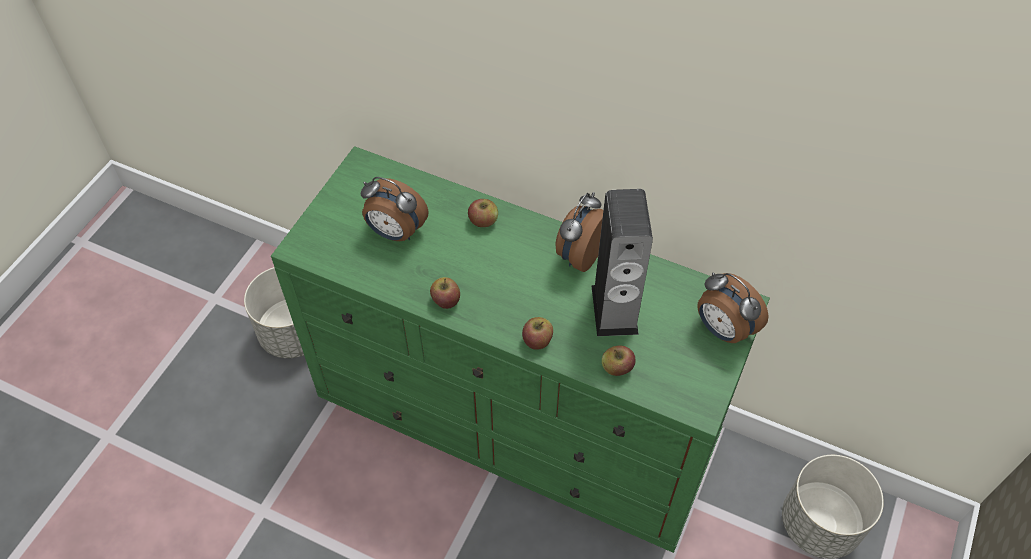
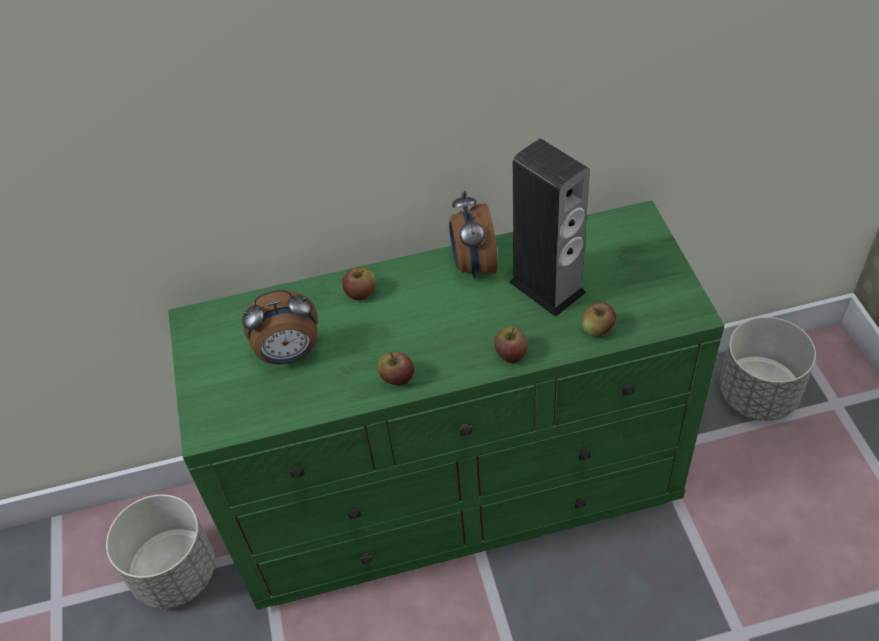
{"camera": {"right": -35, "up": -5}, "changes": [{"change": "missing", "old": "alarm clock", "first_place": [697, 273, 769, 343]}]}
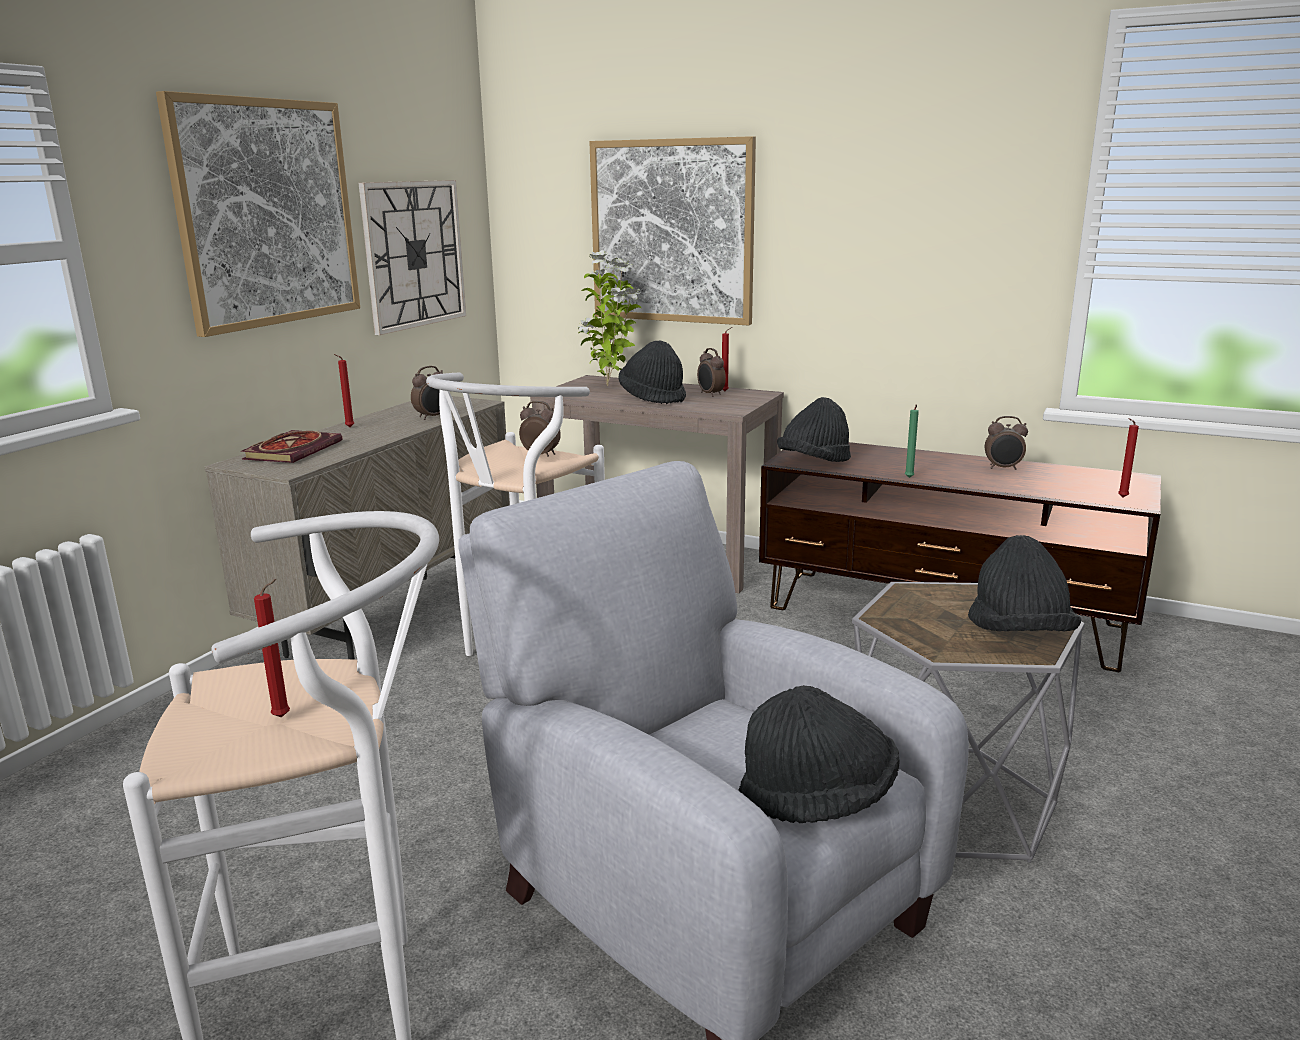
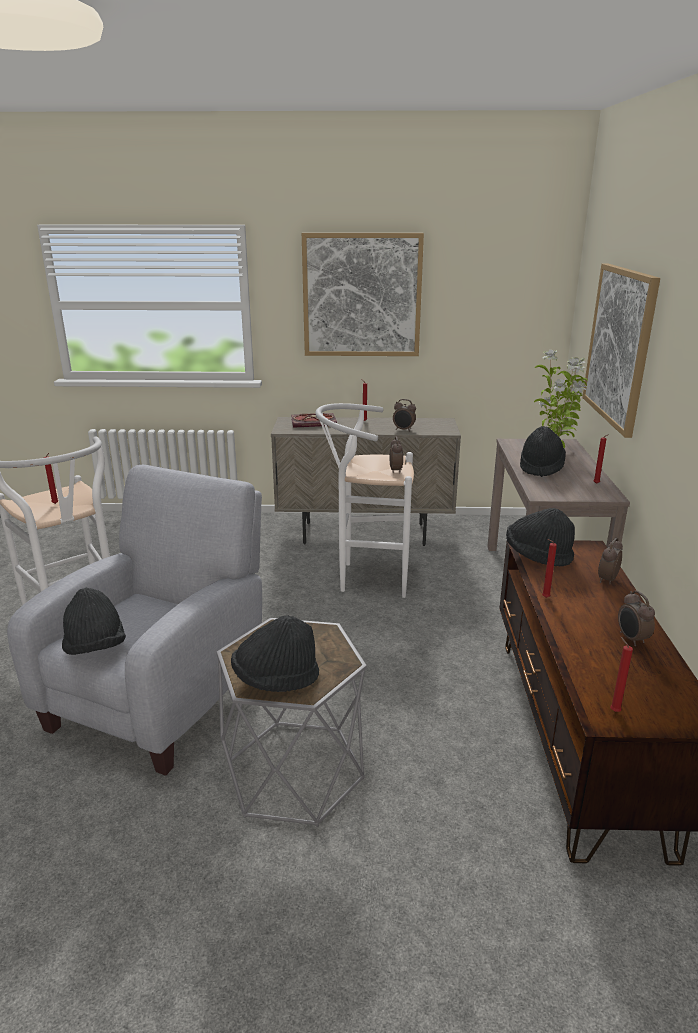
{"camera": {"right": 65, "up": 5}, "changes": [{"change": "colour", "old": "green candle", "new": "red candle", "first_place": [905, 404, 919, 478], "second_place": [542, 539, 557, 598]}, {"change": "relocated", "old": "alarm clock", "first_place": [697, 348, 726, 397], "second_place": [598, 538, 623, 584]}, {"change": "missing", "old": "wall clock", "first_place": [359, 180, 466, 335]}]}
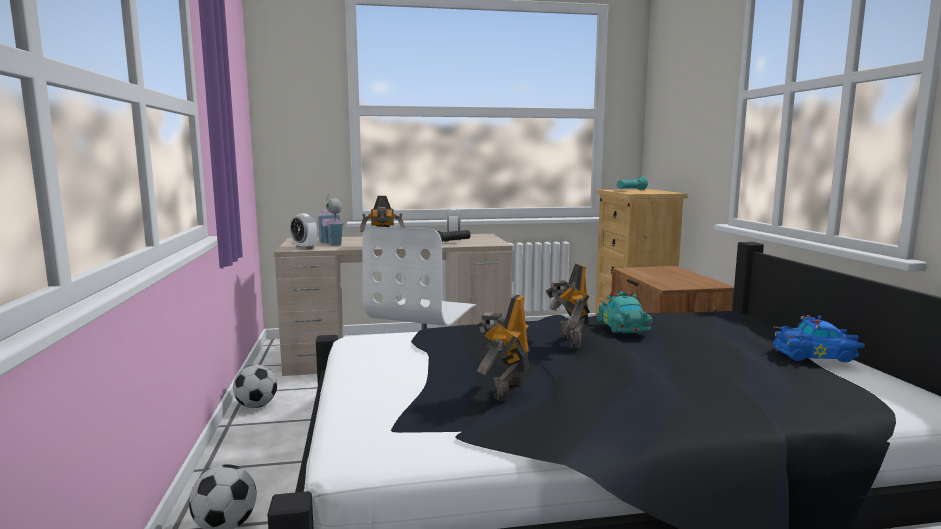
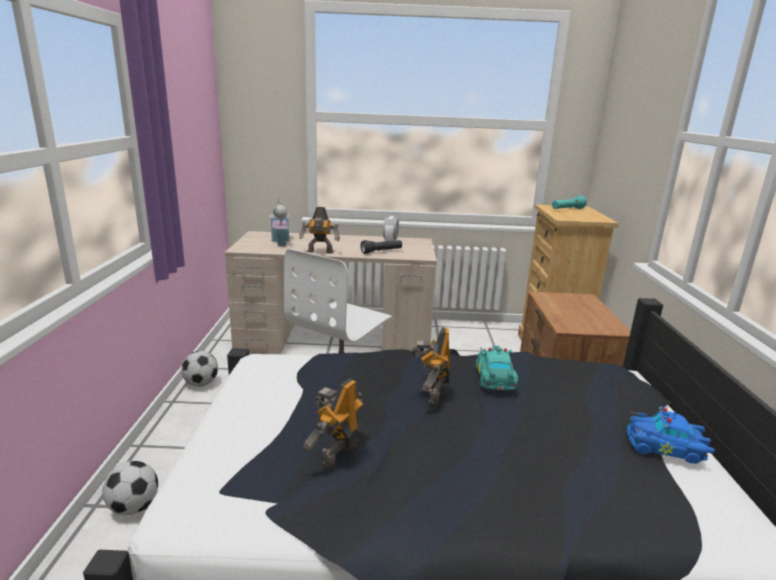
{"camera": {"right": 10, "up": 10}, "changes": [{"change": "missing", "old": "alarm clock", "first_place": [290, 213, 318, 250]}]}
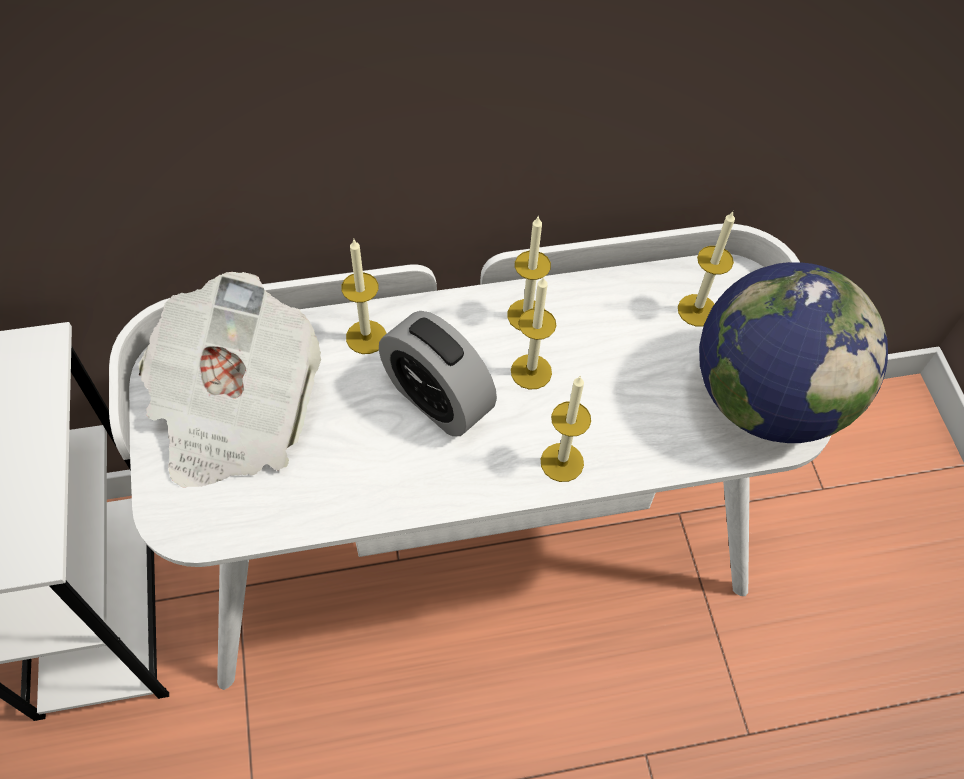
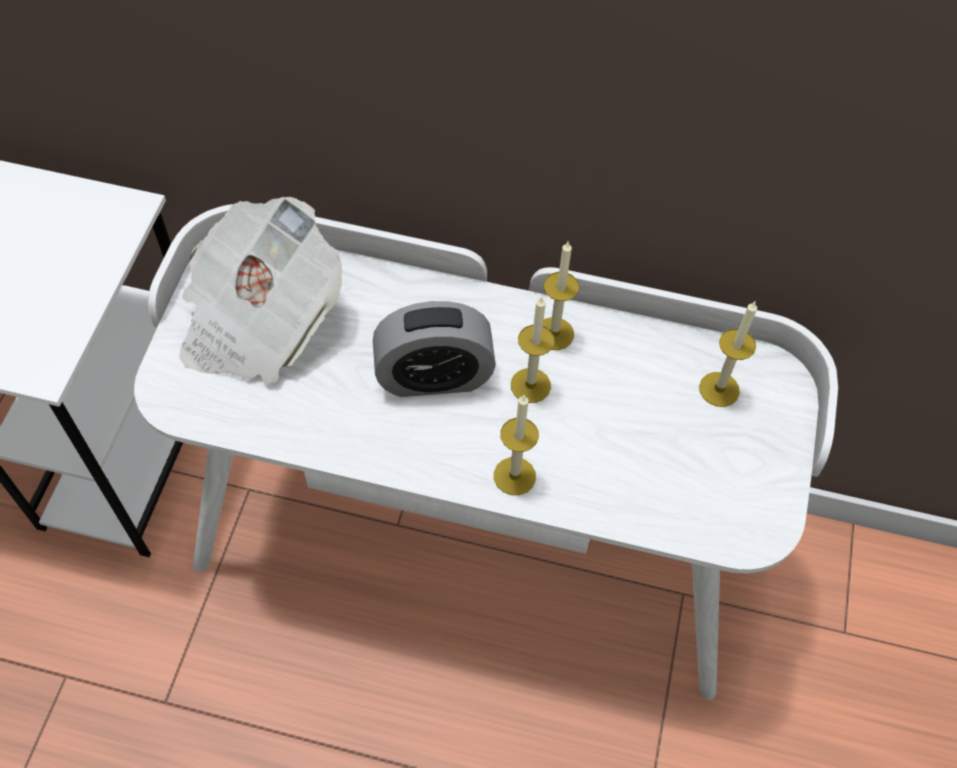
{"camera": {"right": 25, "up": 0}, "changes": [{"change": "spun", "old": "alarm clock", "first_place": [379, 311, 497, 436], "second_place": [373, 301, 496, 397], "degrees": -75}, {"change": "missing", "old": "candle", "first_place": [342, 239, 386, 354]}, {"change": "missing", "old": "globe", "first_place": [699, 262, 888, 443]}]}
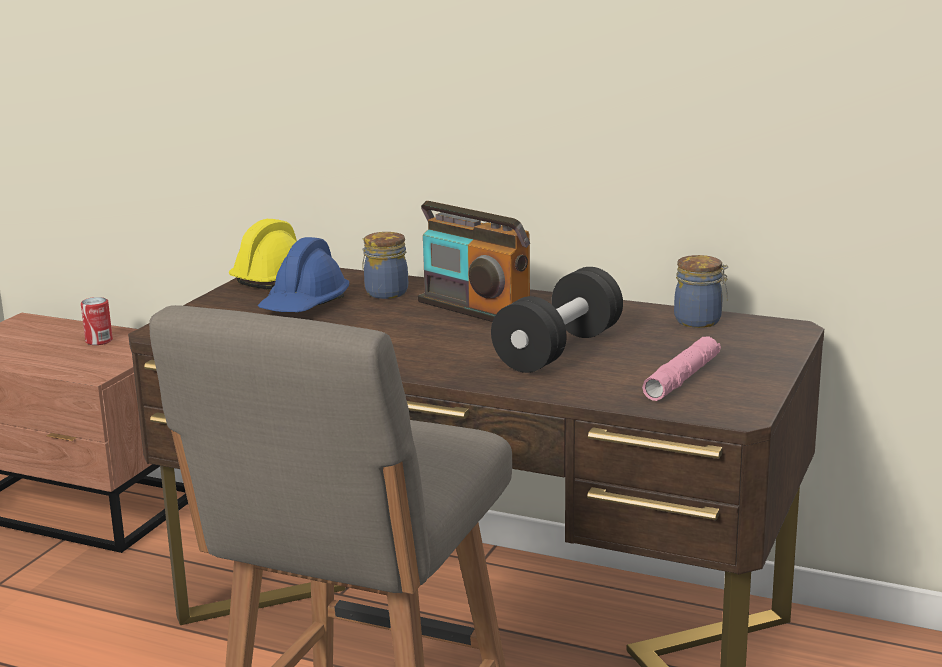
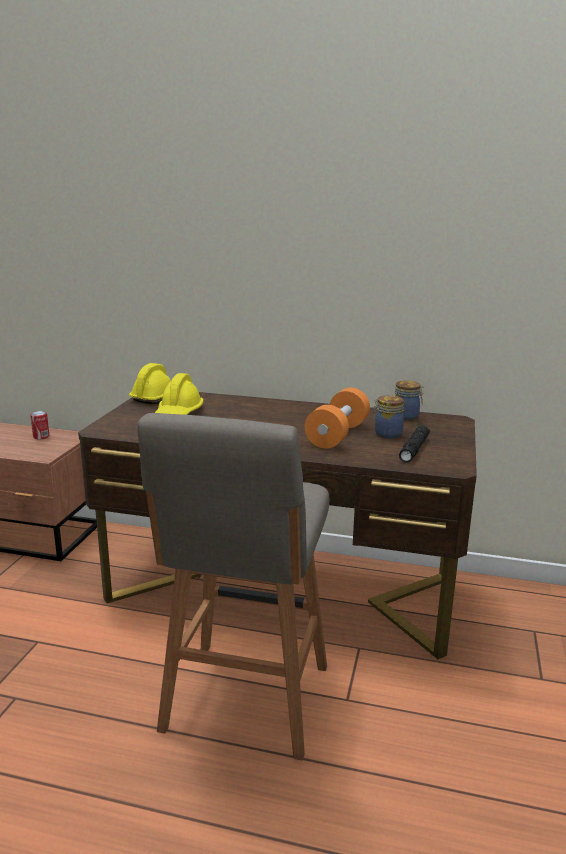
{"camera": {"right": -10, "up": 0}, "changes": [{"change": "colour", "old": "blue hard hat", "new": "yellow hard hat", "first_place": [258, 237, 349, 312], "second_place": [155, 373, 203, 415]}, {"change": "colour", "old": "black dumbbell", "new": "orange dumbbell", "first_place": [491, 267, 623, 373], "second_place": [305, 388, 370, 449]}, {"change": "relocated", "old": "jar", "first_place": [362, 232, 408, 299], "second_place": [372, 395, 404, 439]}, {"change": "colour", "old": "pink flashlight", "new": "black flashlight", "first_place": [642, 336, 721, 401], "second_place": [399, 425, 430, 463]}, {"change": "missing", "old": "radio", "first_place": [418, 201, 530, 322]}]}
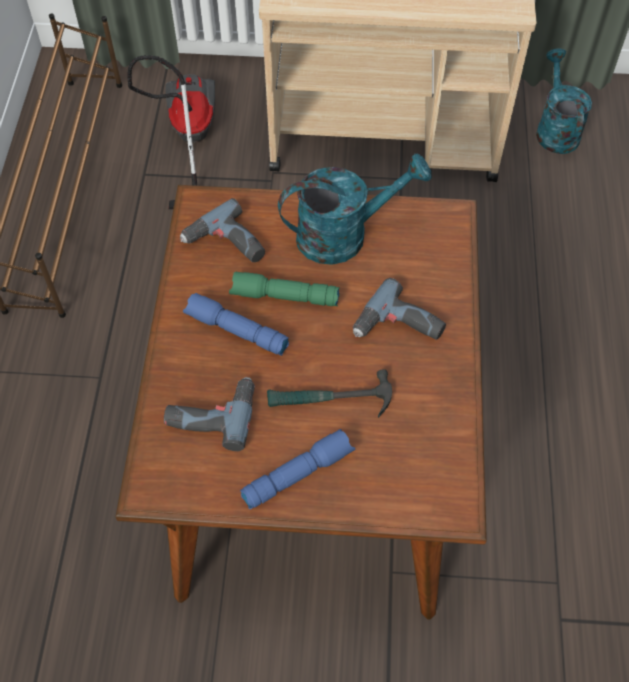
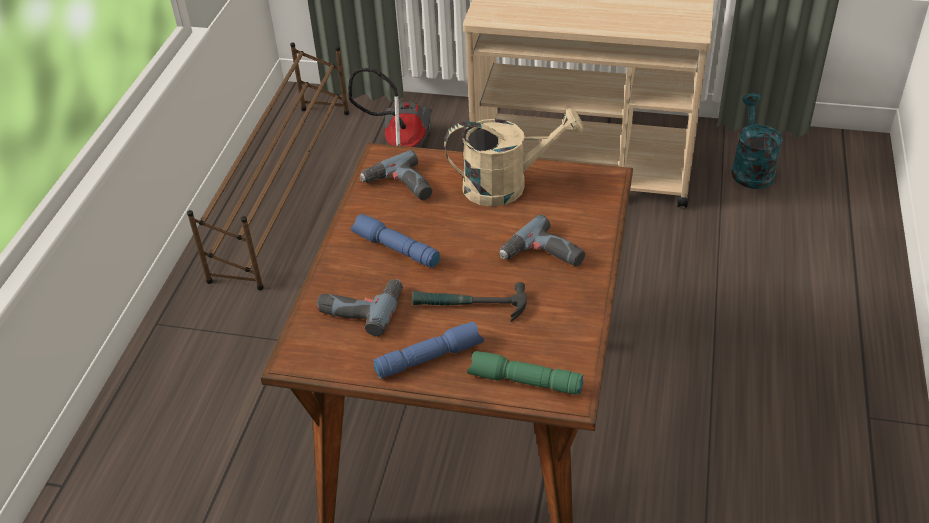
{"camera": {"right": 10, "up": -15}, "changes": [{"change": "colour", "old": "turquoise watering can", "new": "beige watering can", "first_place": [278, 154, 432, 265], "second_place": [444, 108, 583, 207]}, {"change": "relocated", "old": "green flashlight", "first_place": [229, 272, 340, 306], "second_place": [467, 351, 584, 395]}]}
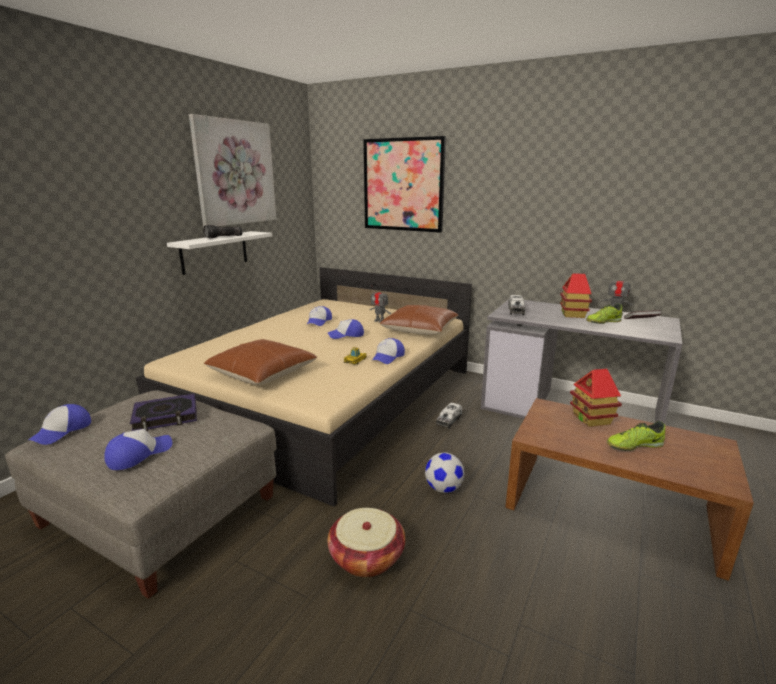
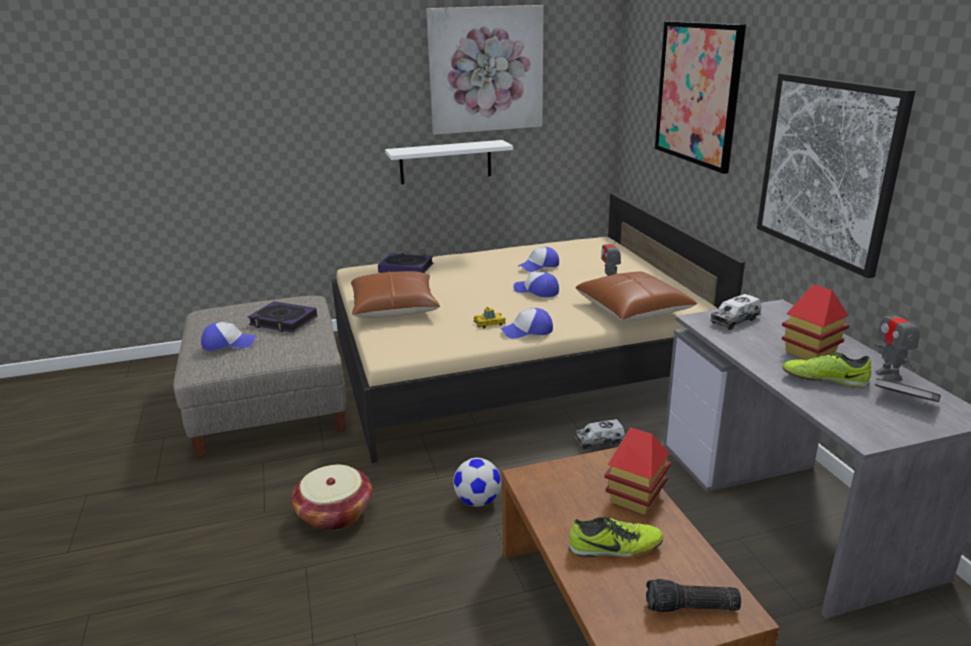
{"camera": {"right": 45, "up": 5}, "changes": [{"change": "appeared", "new": "book", "second_place": [378, 253, 433, 273]}, {"change": "spun", "old": "shoe", "first_place": [607, 421, 665, 451], "second_place": [569, 517, 663, 557], "degrees": 150}, {"change": "relocated", "old": "flashlight", "first_place": [203, 225, 242, 238], "second_place": [646, 579, 741, 612]}, {"change": "appeared", "new": "picture", "second_place": [757, 73, 915, 278]}, {"change": "missing", "old": "cap", "first_place": [29, 404, 91, 445]}]}
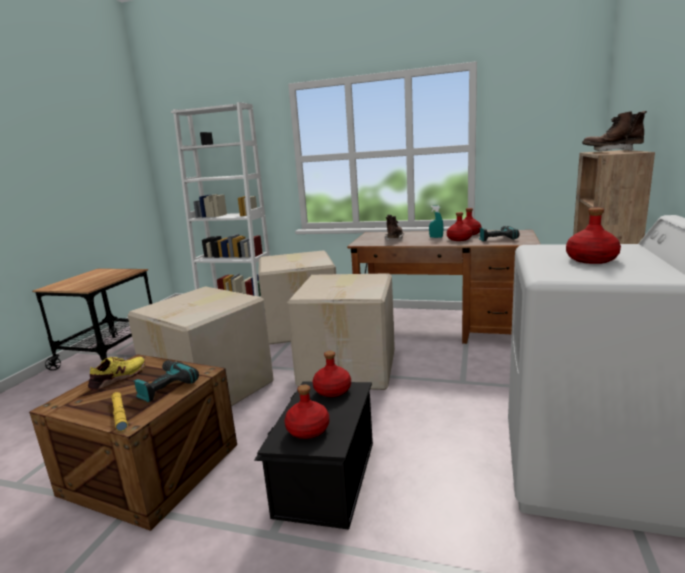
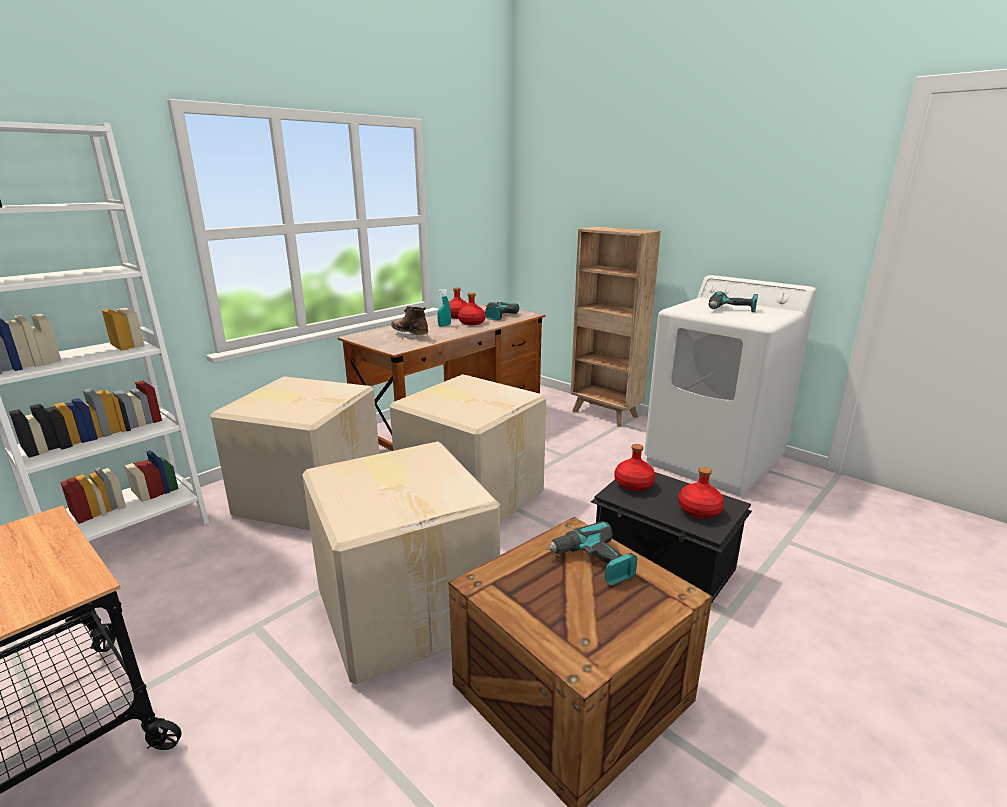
{"camera": {"right": -65, "up": 5}, "changes": [{"change": "exchanged", "old": "red bottle", "new": "power drill", "first_place": [566, 208, 621, 264], "second_place": [709, 291, 758, 312]}, {"change": "missing", "old": "yellow shoe", "first_place": [88, 357, 145, 390]}, {"change": "missing", "old": "yellow flashlight", "first_place": [112, 392, 128, 431]}, {"change": "missing", "old": "brown boot", "first_place": [582, 111, 647, 151]}]}
